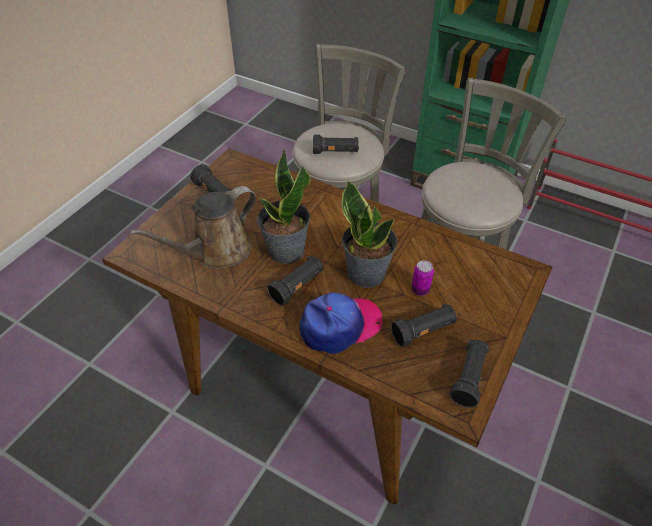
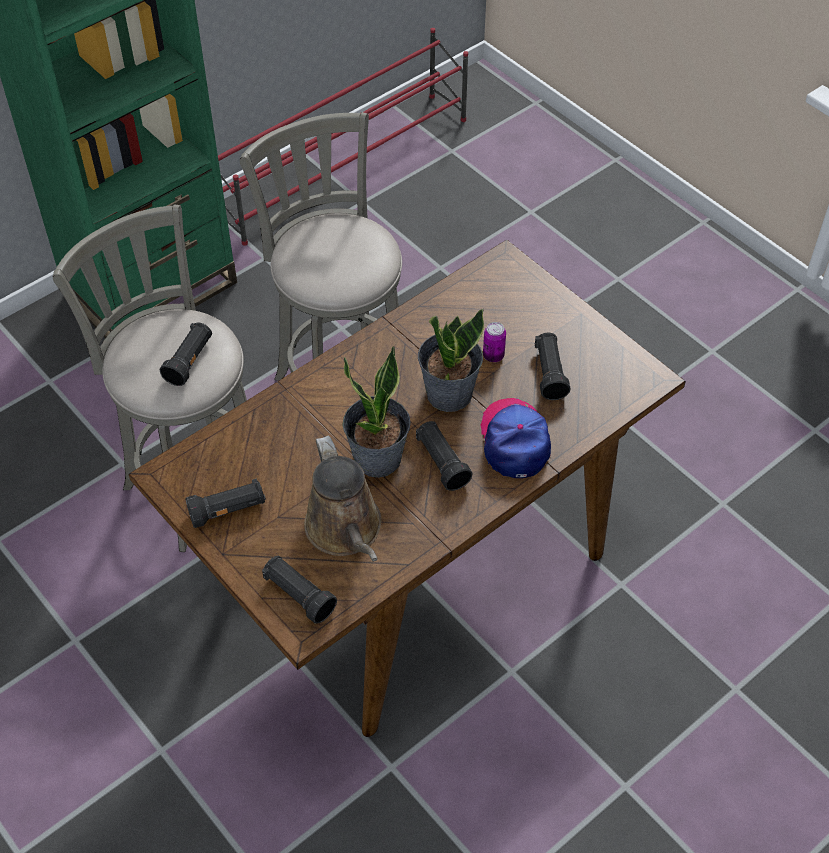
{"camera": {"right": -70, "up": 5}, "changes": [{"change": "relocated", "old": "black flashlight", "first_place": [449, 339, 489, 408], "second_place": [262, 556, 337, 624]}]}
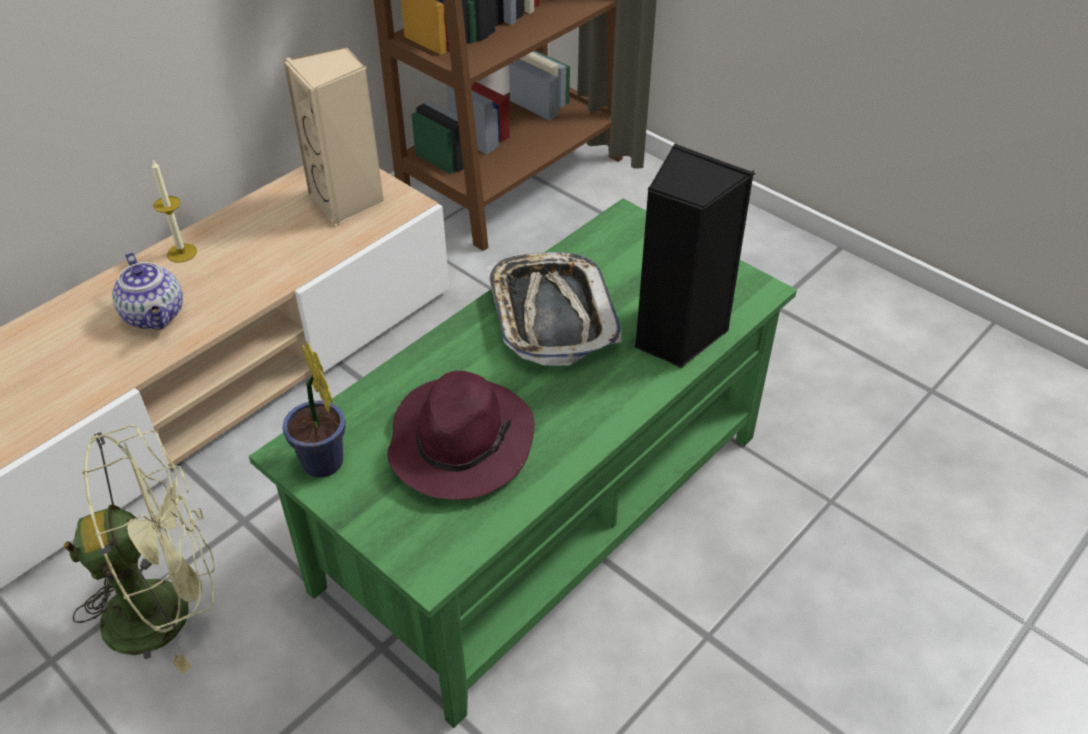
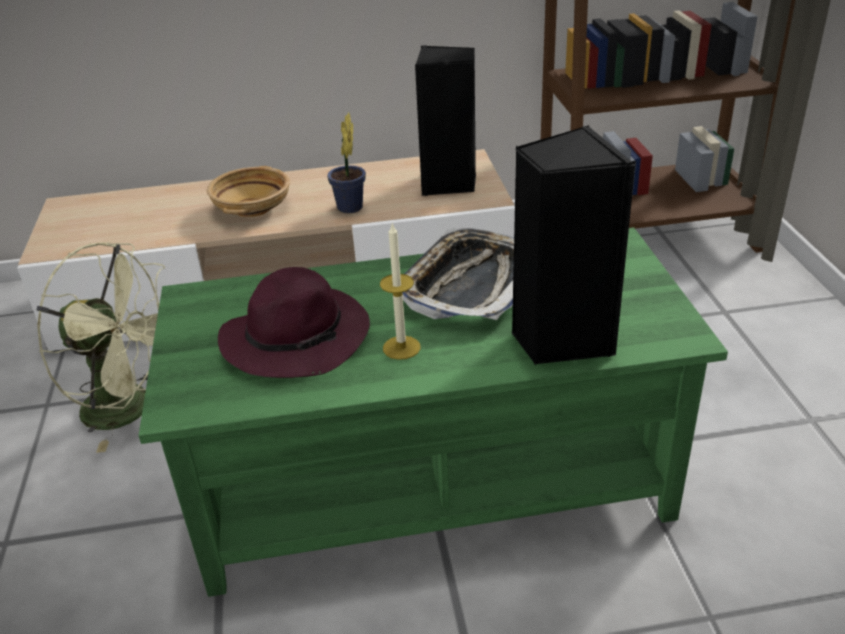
{"camera": {"right": 40, "up": -10}, "changes": [{"change": "exchanged", "old": "teapot", "new": "beige bowl", "first_place": [112, 252, 183, 330], "second_place": [207, 166, 290, 217]}, {"change": "relocated", "old": "potted plant", "first_place": [282, 342, 346, 478], "second_place": [327, 112, 366, 213]}, {"change": "relocated", "old": "candle", "first_place": [152, 160, 197, 263], "second_place": [380, 222, 421, 360]}, {"change": "colour", "old": "beige speaker", "new": "black speaker", "first_place": [283, 47, 384, 227], "second_place": [415, 45, 476, 196]}]}
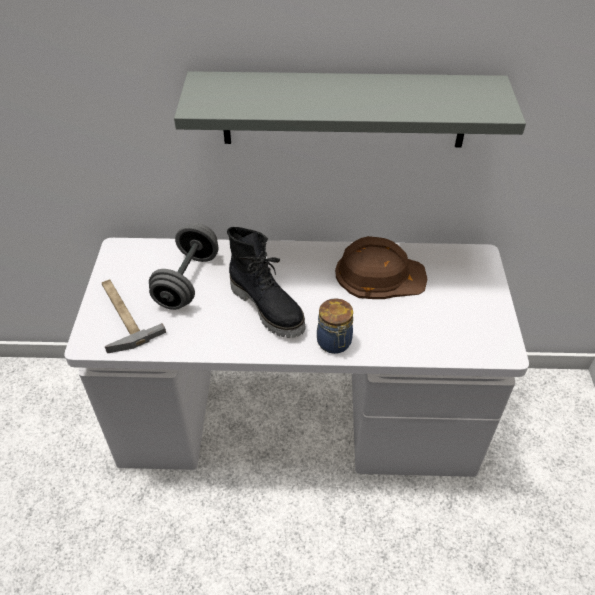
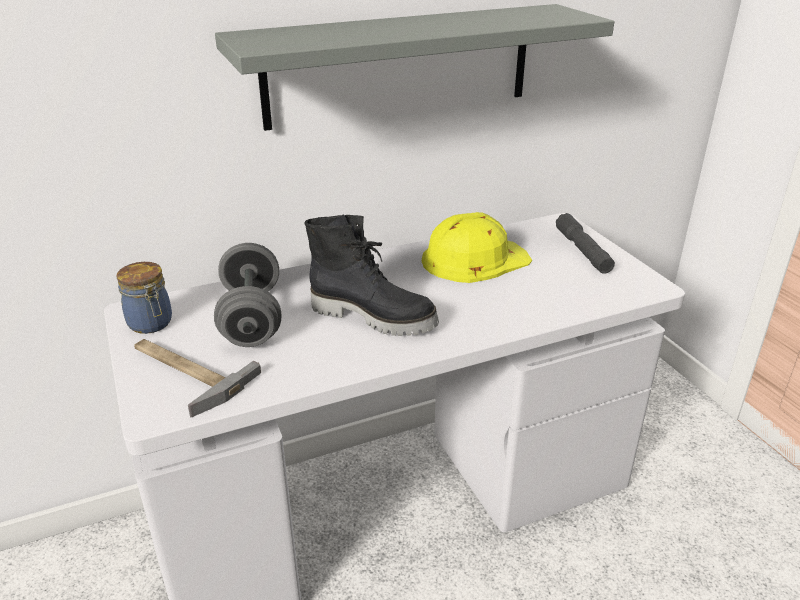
{"camera": {"right": -25, "up": -15}, "changes": [{"change": "relocated", "old": "jar", "first_place": [317, 298, 353, 354], "second_place": [117, 262, 172, 334]}, {"change": "colour", "old": "brown hard hat", "new": "yellow hard hat", "first_place": [335, 236, 427, 299], "second_place": [422, 212, 532, 283]}, {"change": "appeared", "new": "grey flashlight", "second_place": [556, 213, 615, 274]}]}
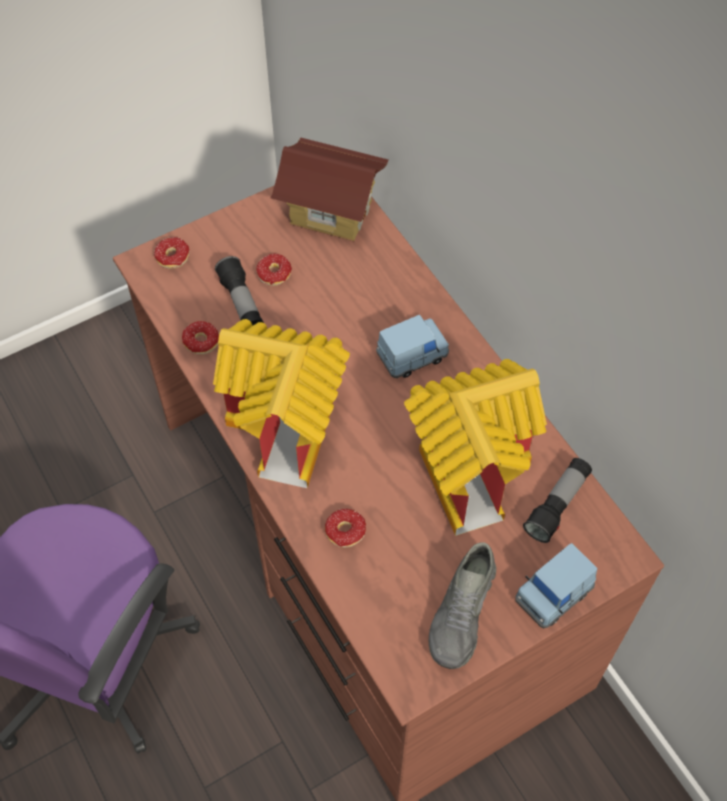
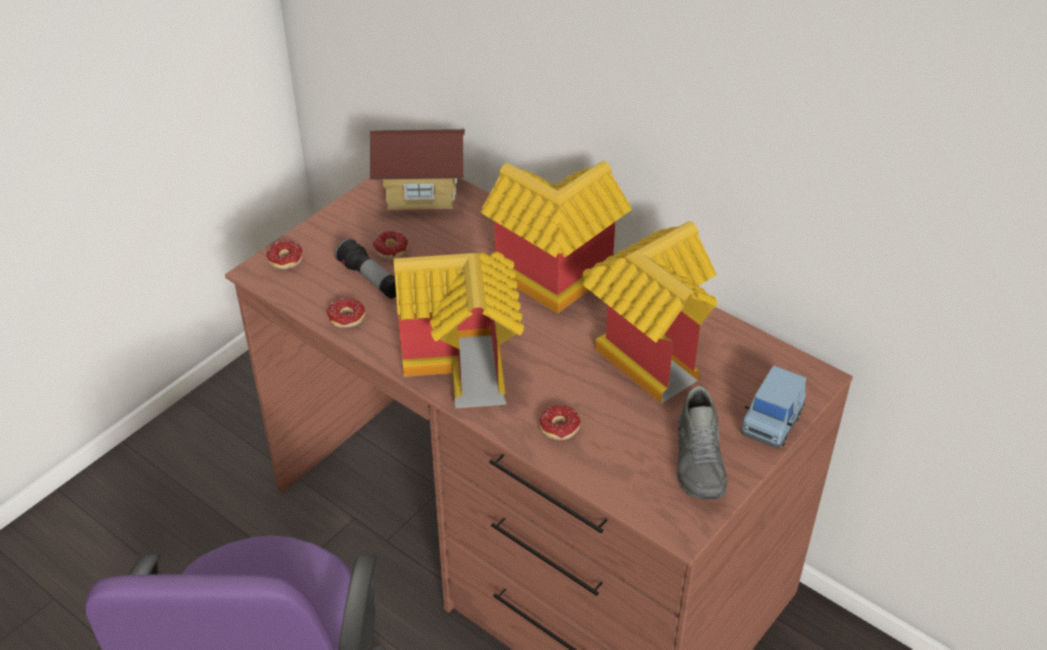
{"camera": {"right": -20, "up": -15}, "changes": [{"change": "exchanged", "old": "blue toy car", "new": "toy house", "first_place": [376, 315, 449, 378], "second_place": [480, 161, 632, 314]}, {"change": "missing", "old": "flashlight", "first_place": [523, 458, 592, 543]}]}
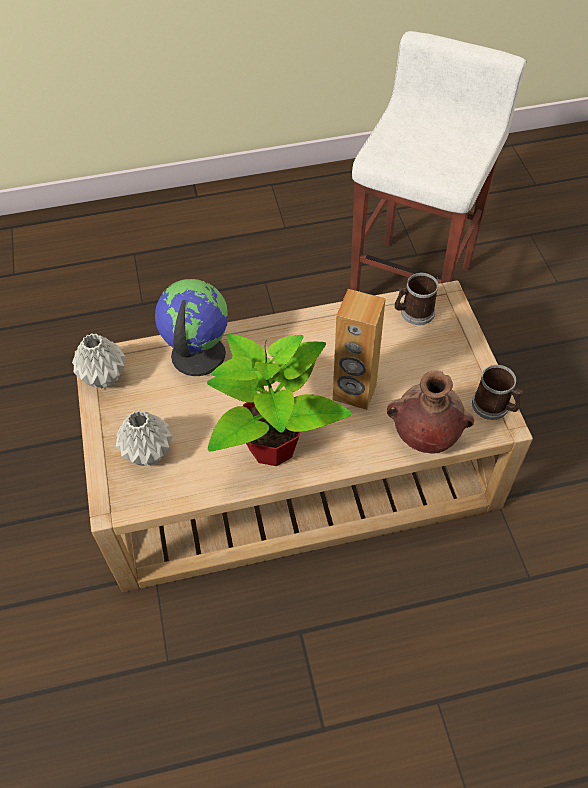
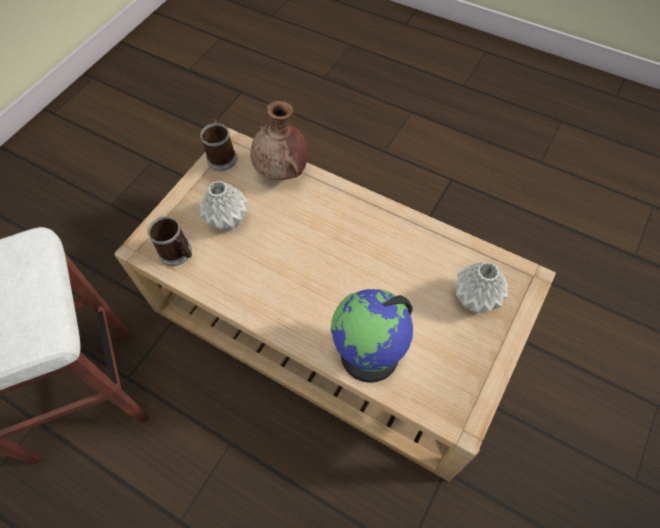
{"camera": {"right": -135, "up": 5}, "changes": [{"change": "relocated", "old": "grey vase", "first_place": [72, 333, 126, 389], "second_place": [199, 181, 248, 231]}, {"change": "missing", "old": "potted plant", "first_place": [207, 334, 352, 466]}, {"change": "missing", "old": "brown speaker", "first_place": [333, 289, 386, 410]}]}
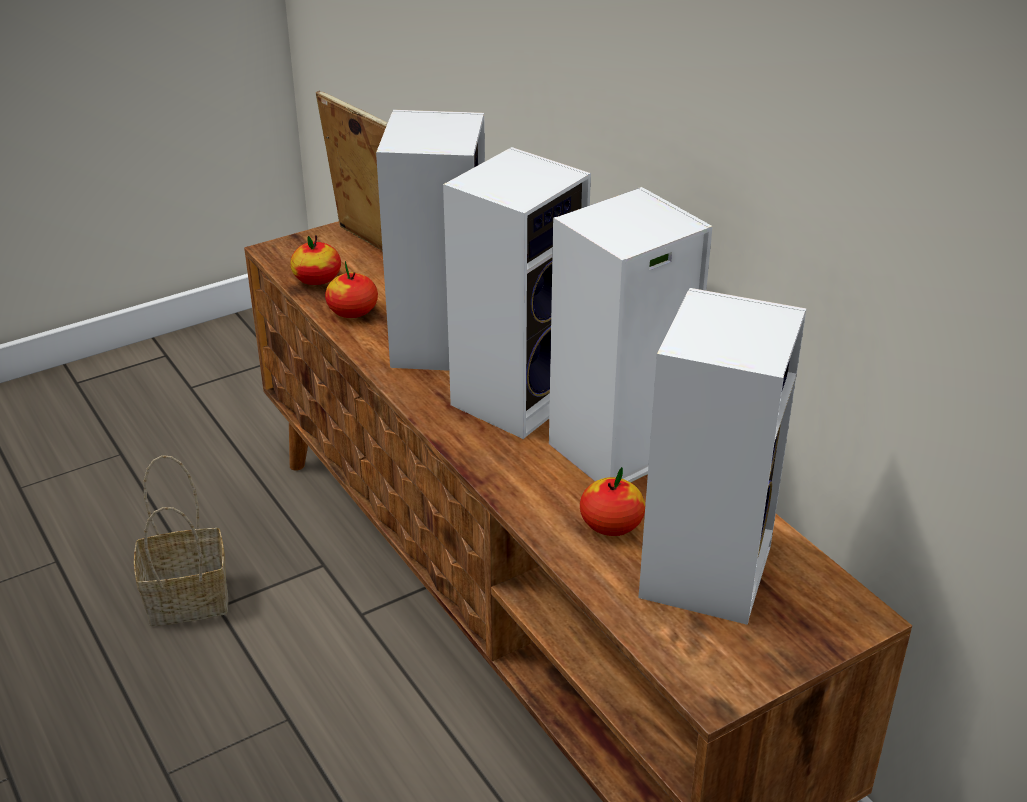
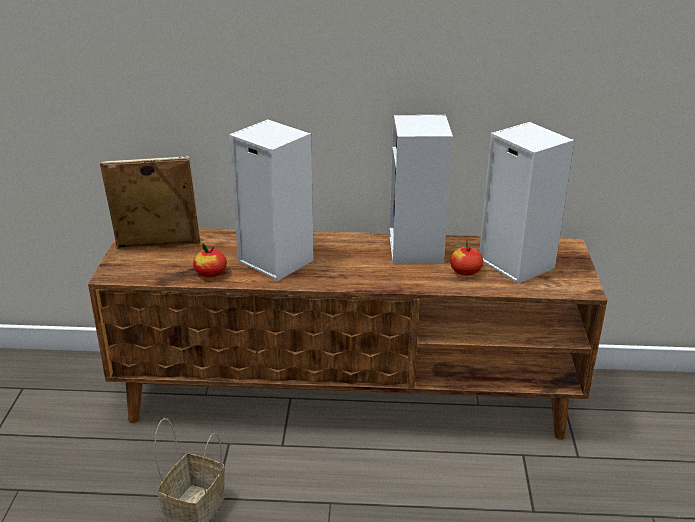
{"camera": {"right": -55, "up": -5}, "changes": [{"change": "missing", "old": "apple", "first_place": [290, 235, 341, 285]}, {"change": "missing", "old": "speaker", "first_place": [443, 147, 591, 439]}]}
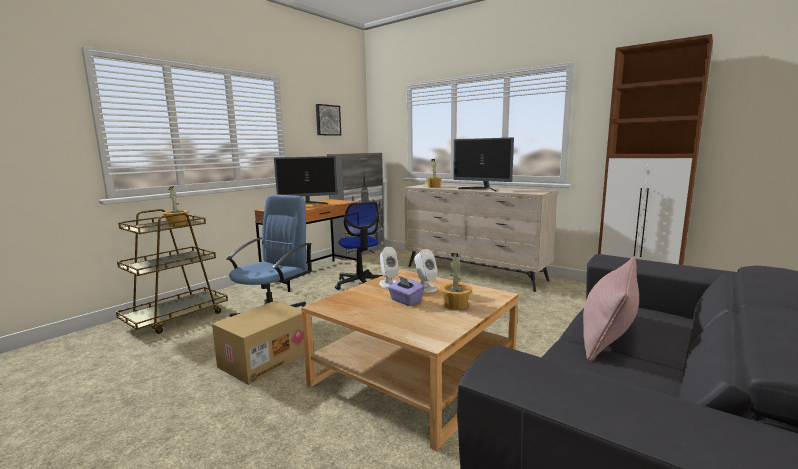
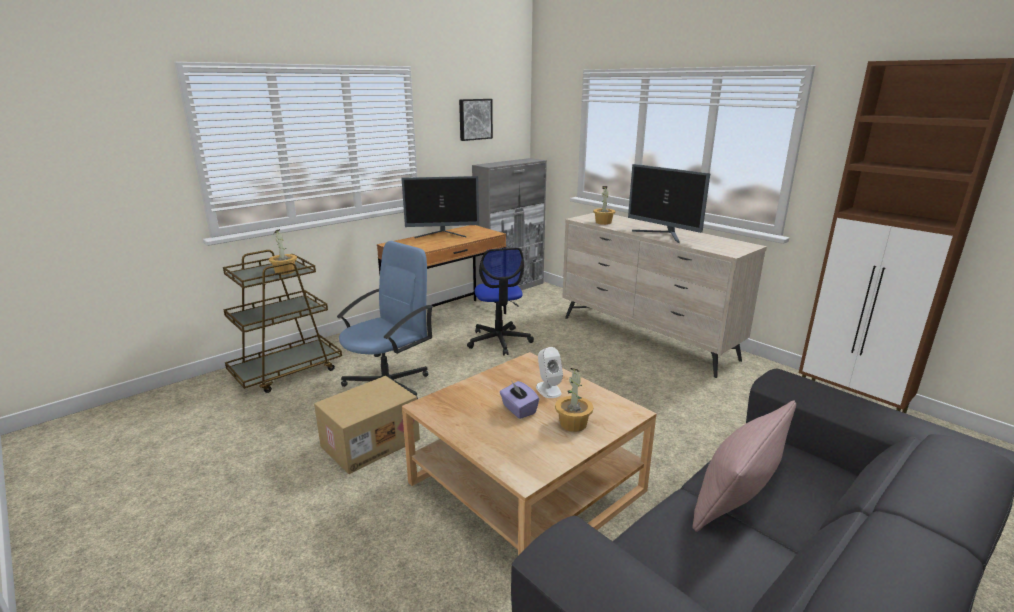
{"camera": {"right": 10, "up": 10}, "changes": [{"change": "missing", "old": "white speaker", "first_place": [379, 247, 399, 289]}]}
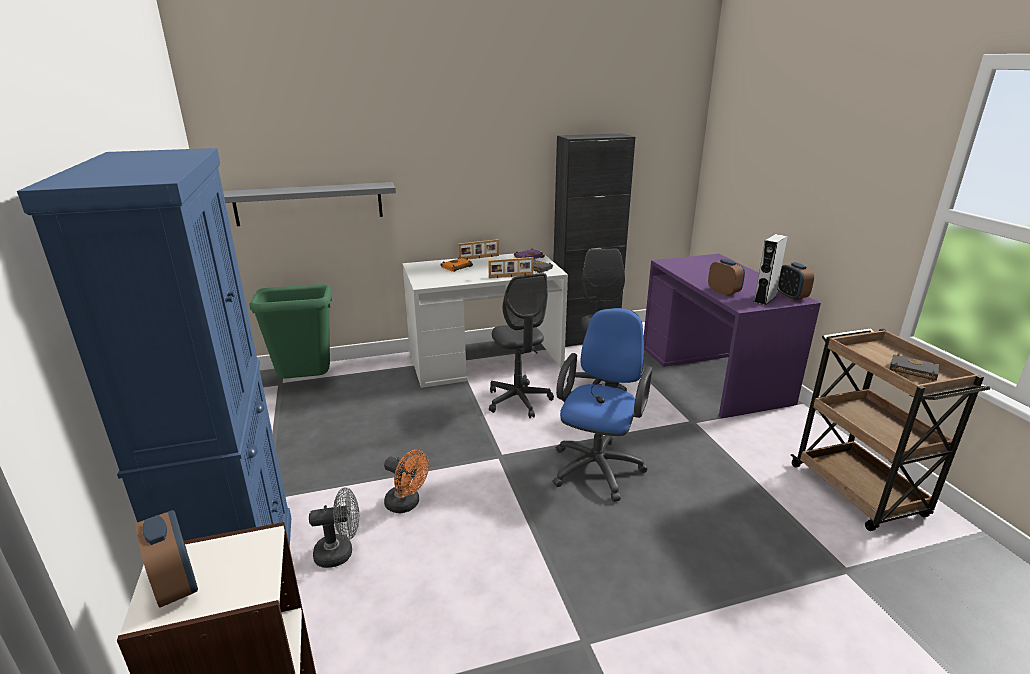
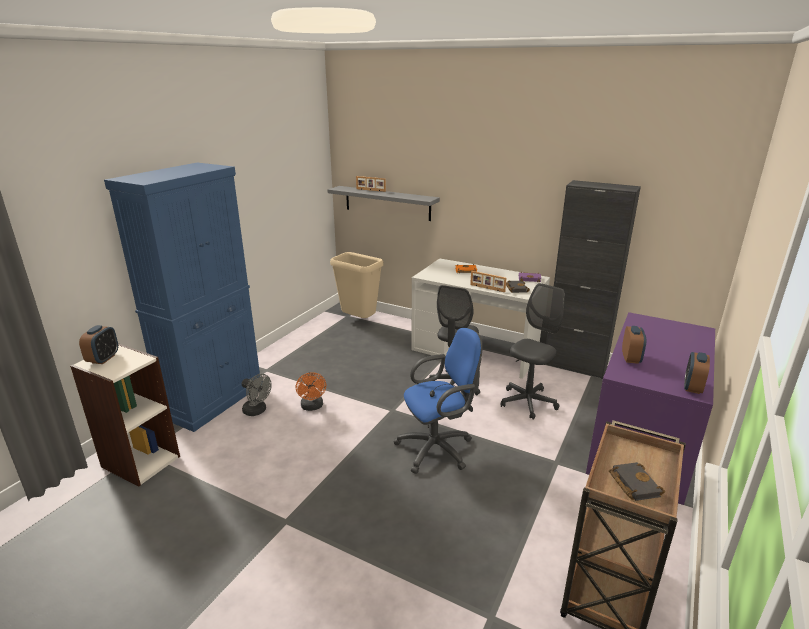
{"camera": {"right": 45, "up": 0}, "changes": [{"change": "colour", "old": "green trash can", "new": "beige trash can", "first_place": [249, 284, 332, 378], "second_place": [330, 252, 383, 318]}, {"change": "relocated", "old": "picture frame", "first_place": [458, 239, 499, 260], "second_place": [356, 176, 386, 192]}, {"change": "missing", "old": "grey speaker", "first_place": [754, 234, 788, 305]}]}
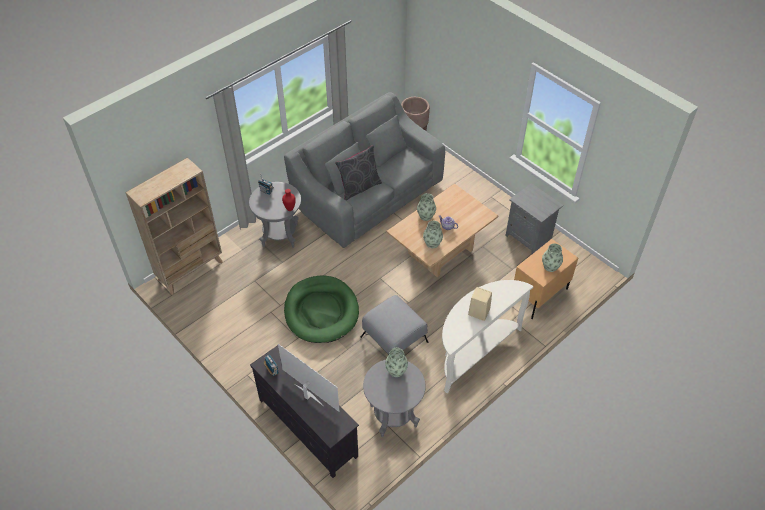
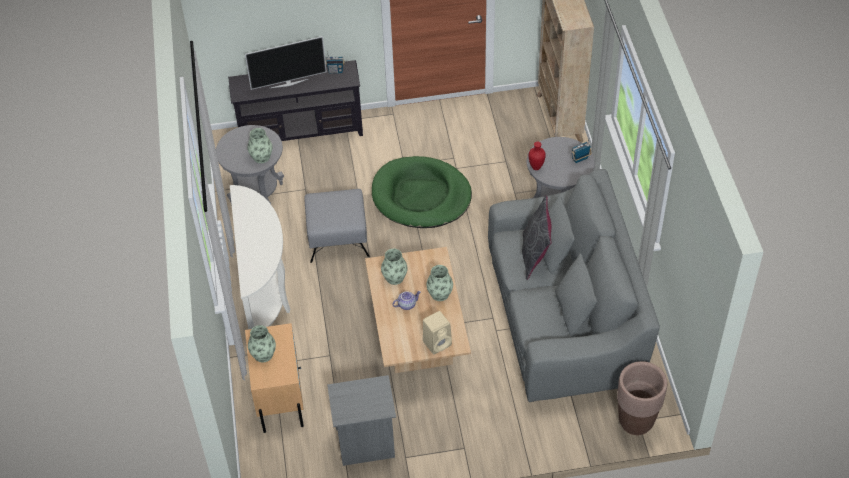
{"camera": {"right": 125, "up": 0}, "changes": [{"change": "relocated", "old": "beige speaker", "first_place": [468, 287, 492, 321], "second_place": [423, 311, 452, 355]}]}
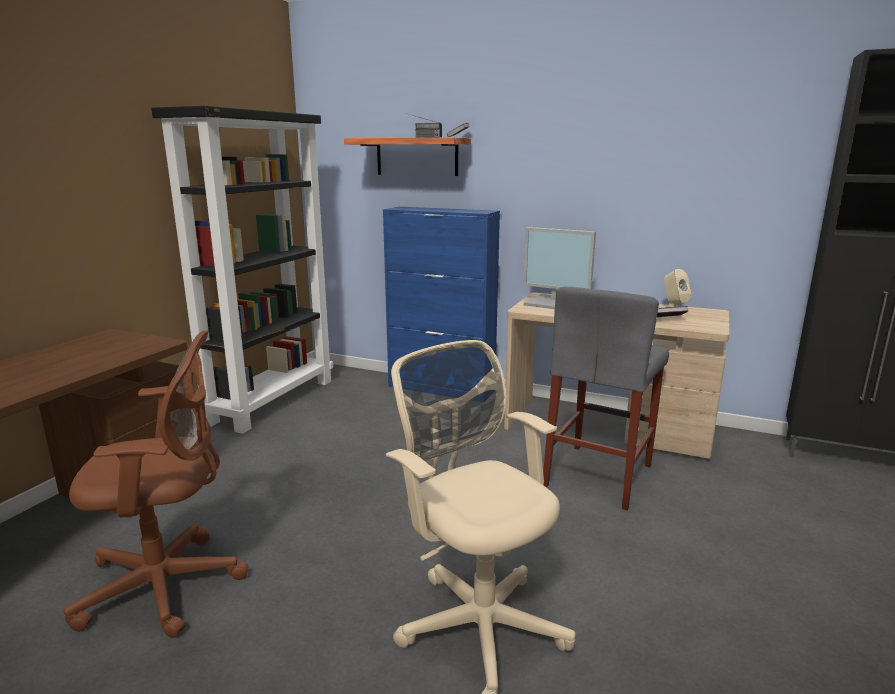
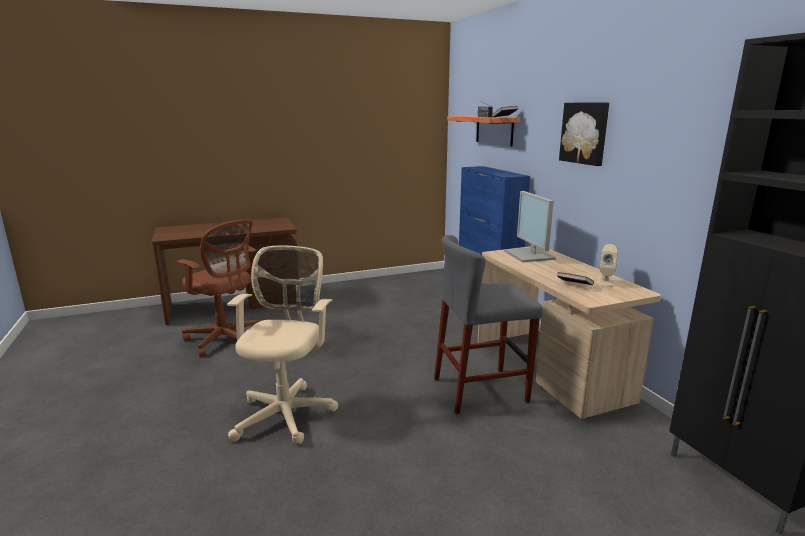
{"camera": {"right": 45, "up": 0}, "changes": [{"change": "appeared", "new": "picture", "second_place": [559, 102, 609, 166]}, {"change": "missing", "old": "black bookcase", "first_place": [151, 106, 333, 434]}]}
